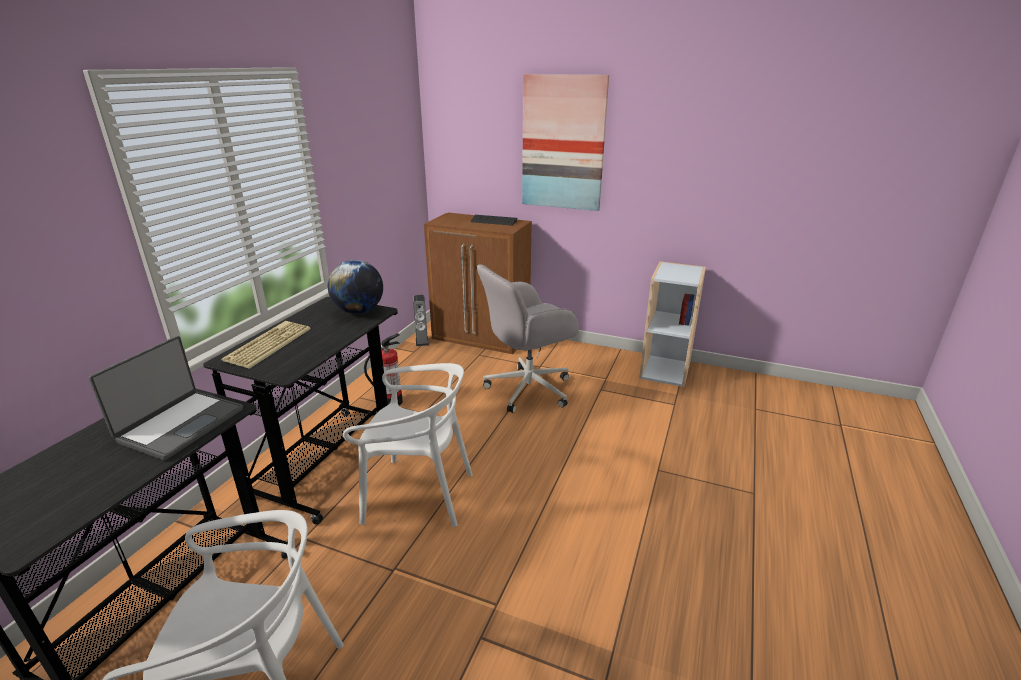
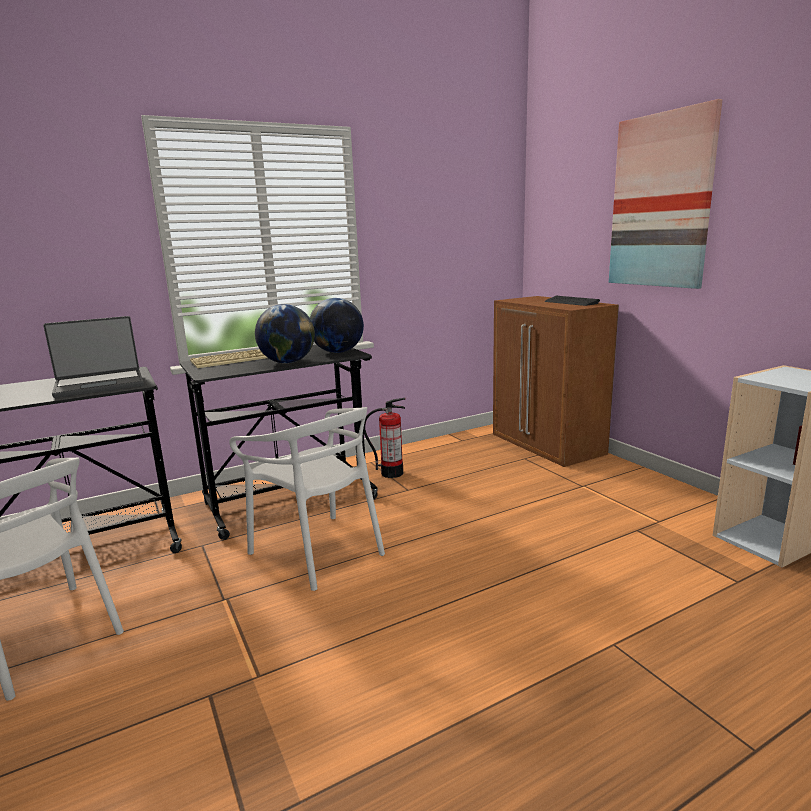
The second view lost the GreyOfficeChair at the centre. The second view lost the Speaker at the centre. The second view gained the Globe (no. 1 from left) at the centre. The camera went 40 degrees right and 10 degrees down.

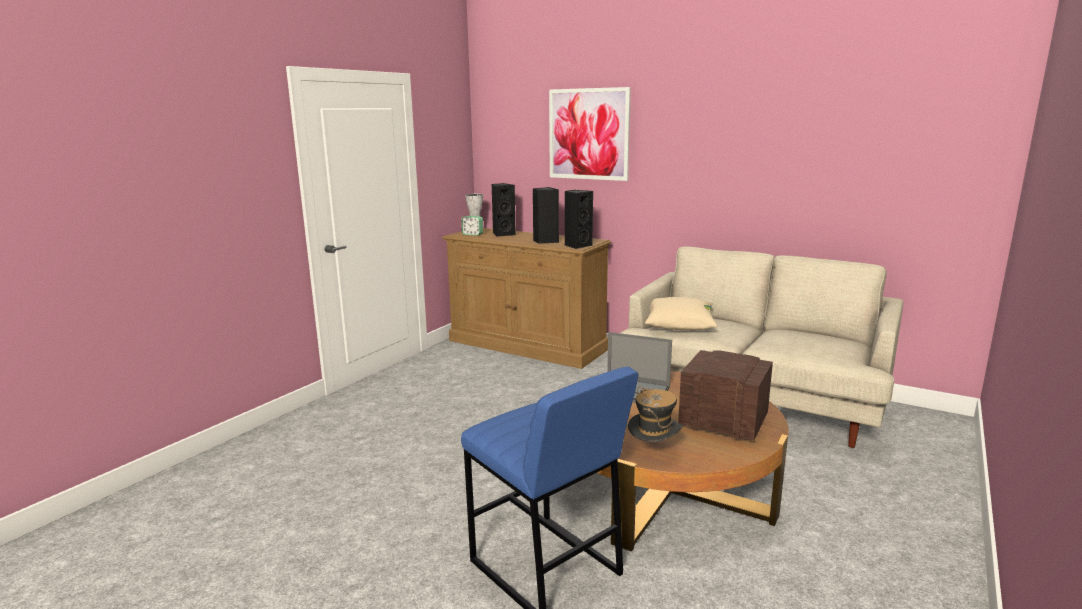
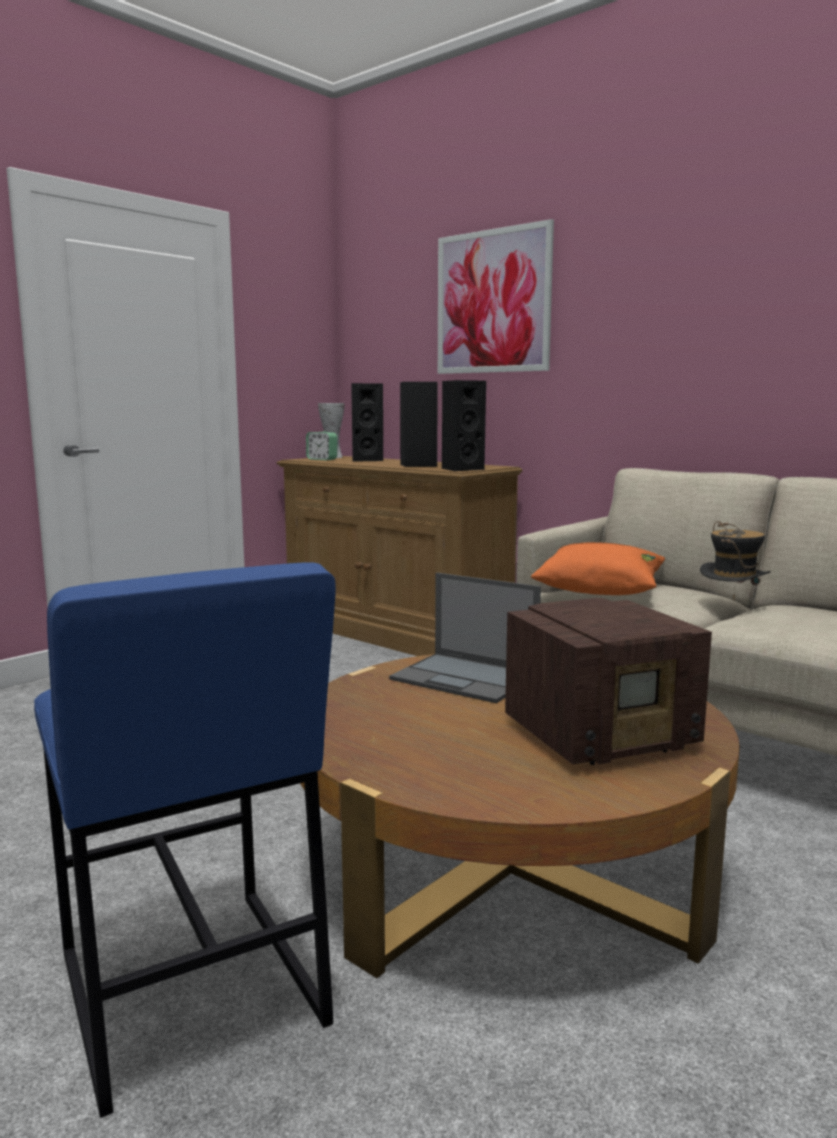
What was the BeigePillow at the centre turned into the OrangePillow at the middle right. The Radio at the middle right ended up facing another way, 120 degrees clockwise from before. The Hat ended up elsewhere, having gone from the bottom centre to the middle right. The camera went 10 degrees right and 5 degrees down.

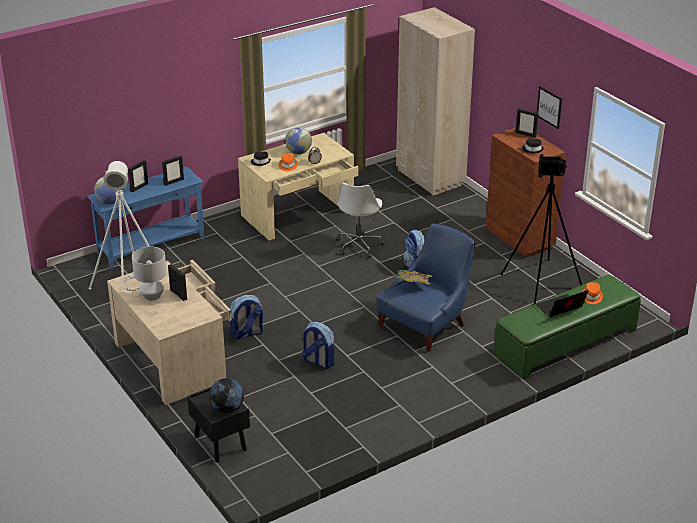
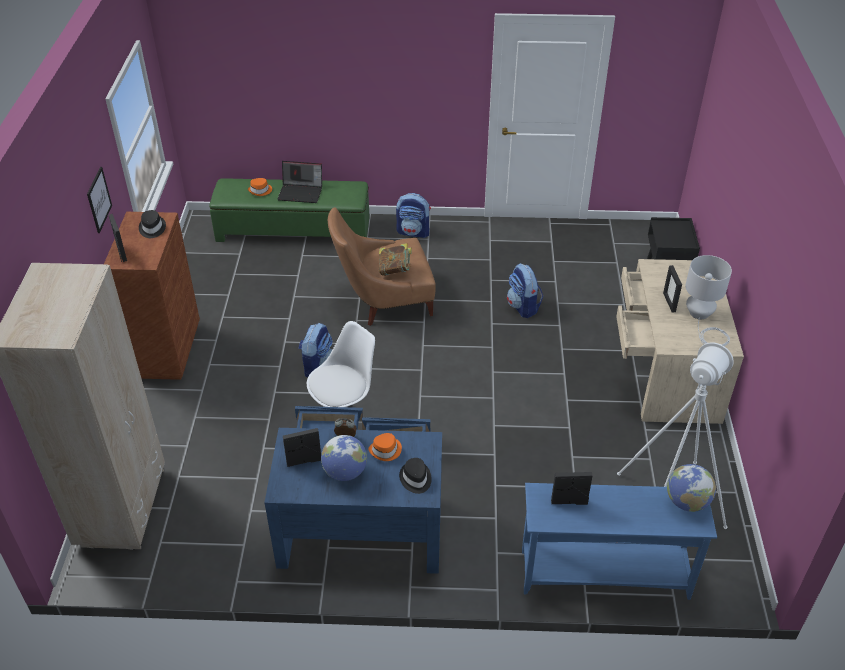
What was the BeigeDesk (no. 2 from left) at the centre turned into the BlueDesk at the bottom centre. The second view lost the BlackFloorLamp at the middle right. The PictureFrame (no. 1 from left in the first image) ended up elsewhere, having gone from the middle left to the bottom centre. What was the BlueArmchair at the centre turned into the BrownArmchair at the centre. The Backpack (no. 1 from left in the first image) ended up elsewhere, having gone from the centre to the top centre. The second view lost the Globe (no. 2 from left) at the bottom left. The camera went 145 degrees left and 10 degrees up.

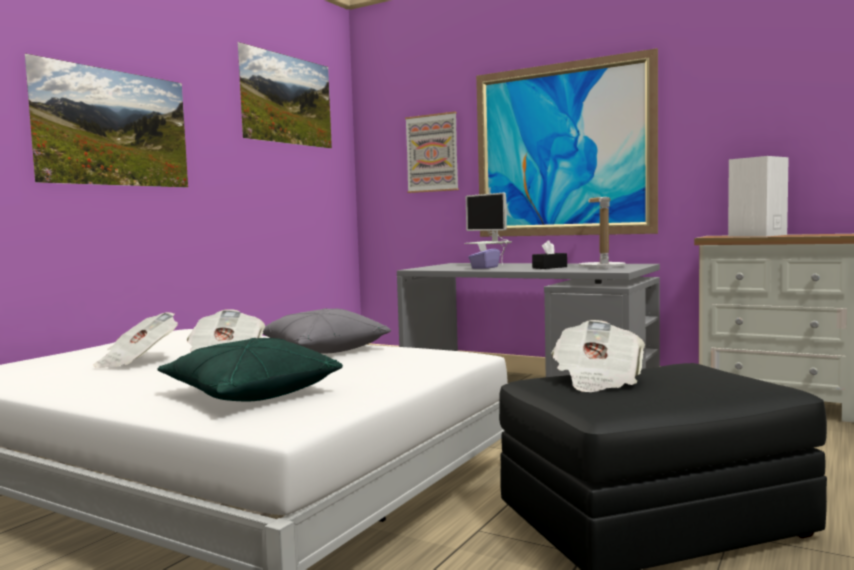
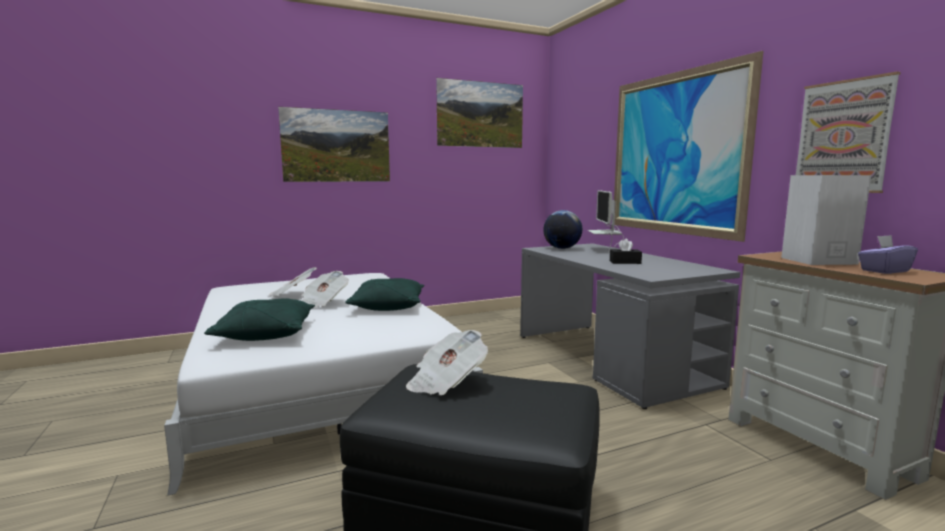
The Picture (no. 3 from left in the first image) ended up elsewhere, having gone from the top centre to the top right. The second view lost the TableLamp at the middle right. The PurpleTissueBox ended up elsewhere, having gone from the centre to the middle right. What was the GreyPillow at the centre turned into the GreenPillow (no. 2 from left) at the centre. The second view gained the Globe at the centre. The camera went 35 degrees right and 5 degrees up.

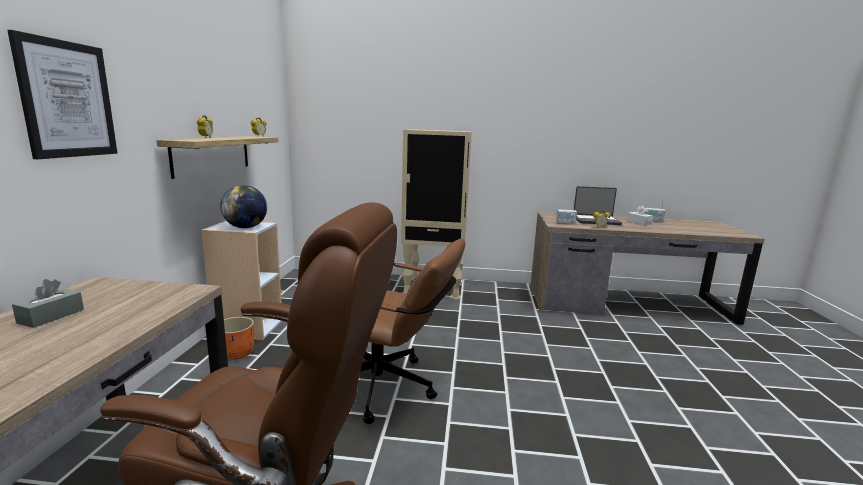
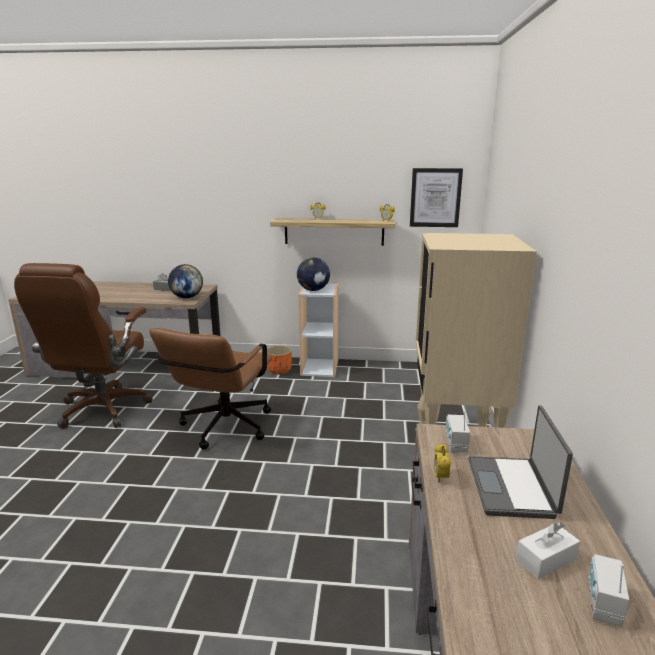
The Picture ended up elsewhere, having gone from the top left to the top centre. The second view gained the Globe (no. 1 from left) at the middle left. The camera went 90 degrees right and 5 degrees up.

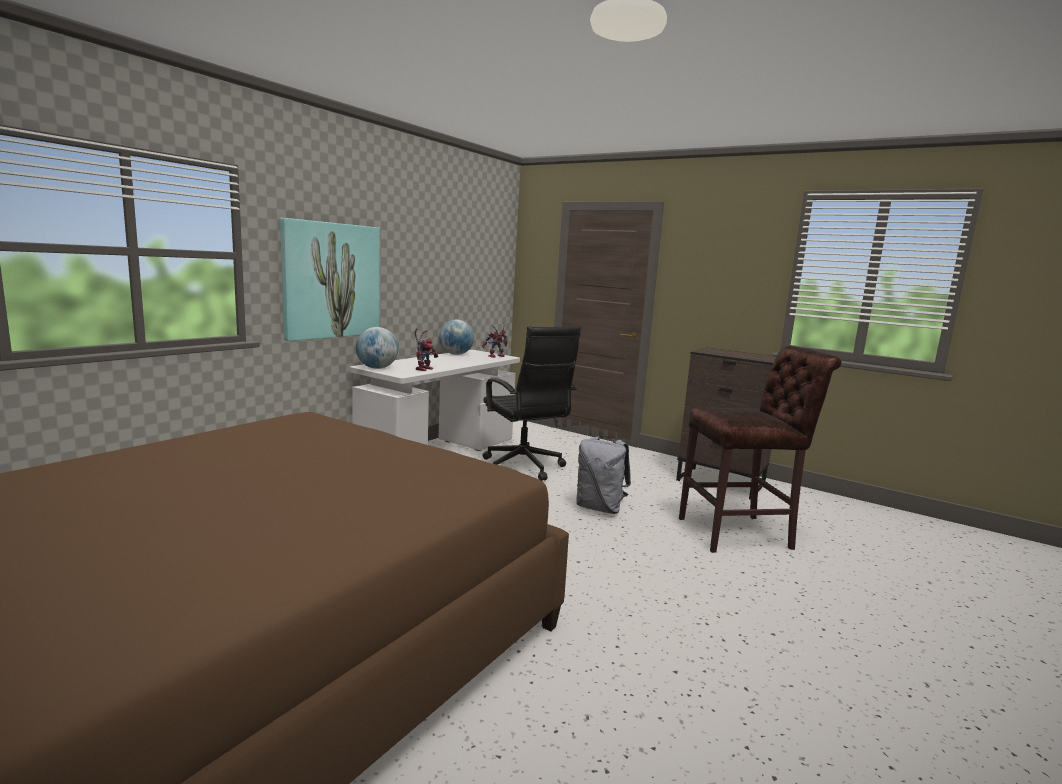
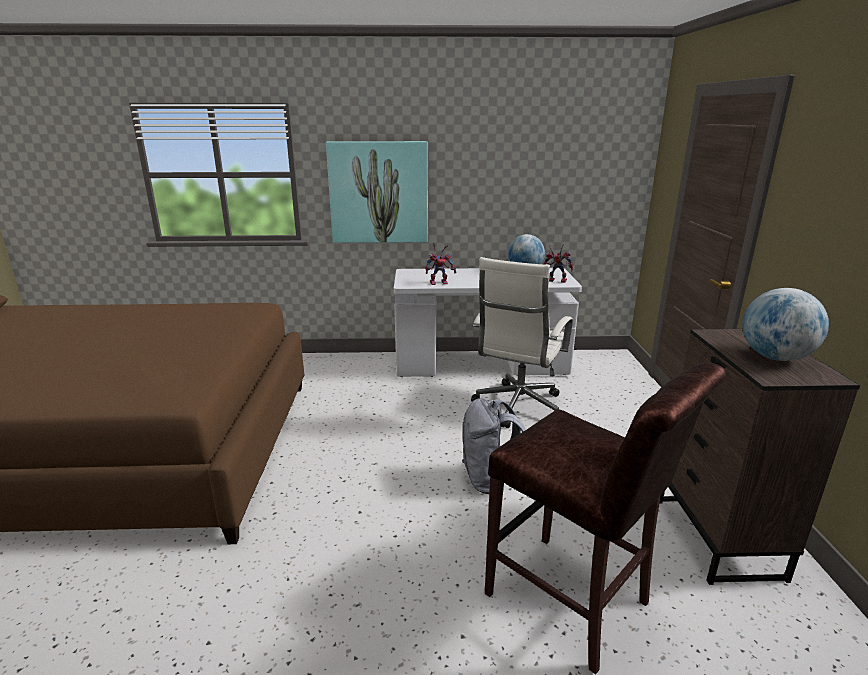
What was the BlackOfficeChair at the centre turned into the WhiteOfficeChair at the centre. The Globe (no. 1 from left in the first image) ended up elsewhere, having gone from the centre to the middle right. The camera went 55 degrees right and 10 degrees up.

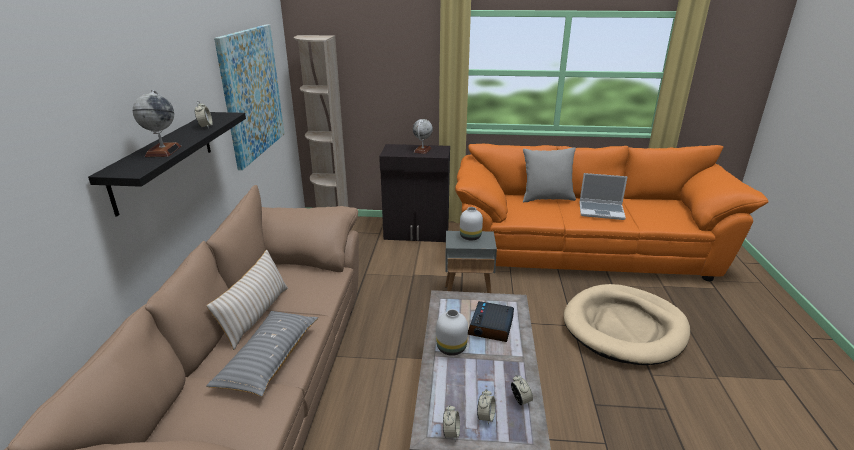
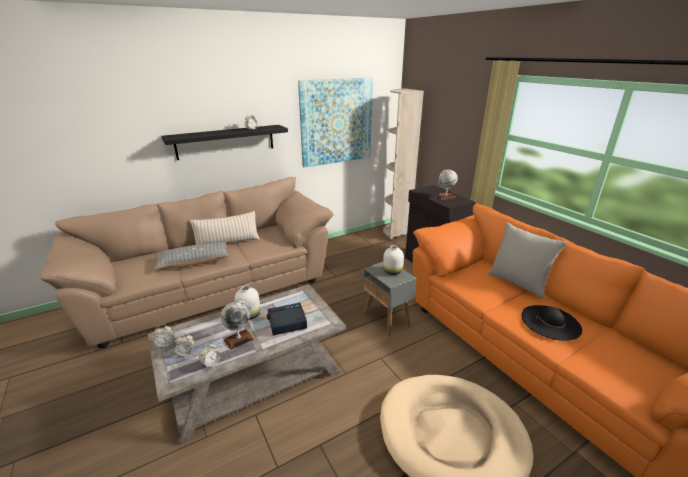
The Globe (no. 1 from left) ended up elsewhere, having gone from the top left to the bottom centre. Where the Laptop stood at the middle right, the BlackHat came to stand at the bottom right. The camera went 55 degrees right and 0 degrees up.

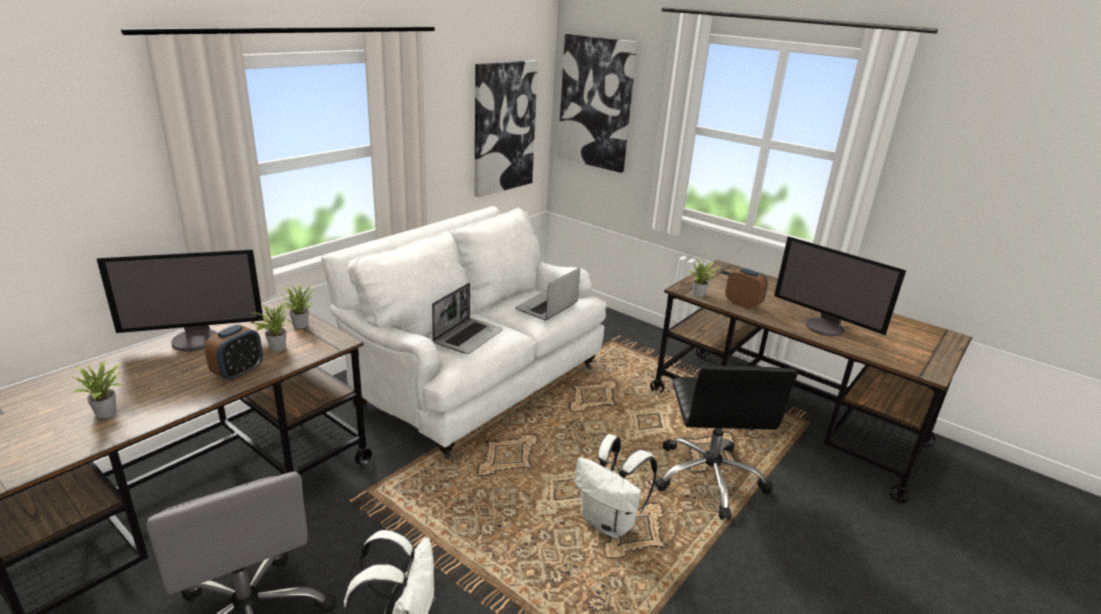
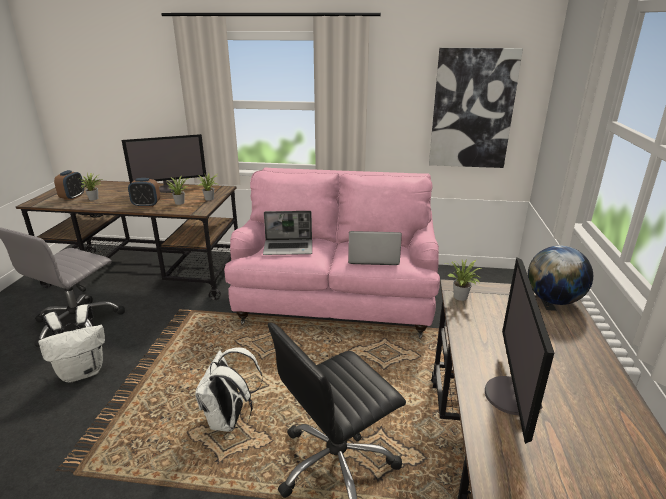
The second view lost the Picture (no. 2 from left) at the top centre. What was the WhiteSofa at the centre turned into the PinkSofa at the centre. The Monitor (no. 1 from left) at the middle left ended up facing another way, 60 degrees counterclockwise from before. The AlarmClock (no. 2 from left in the first image) ended up elsewhere, having gone from the middle right to the middle left. The second view gained the Globe at the middle right. The camera went 60 degrees right and 0 degrees up.

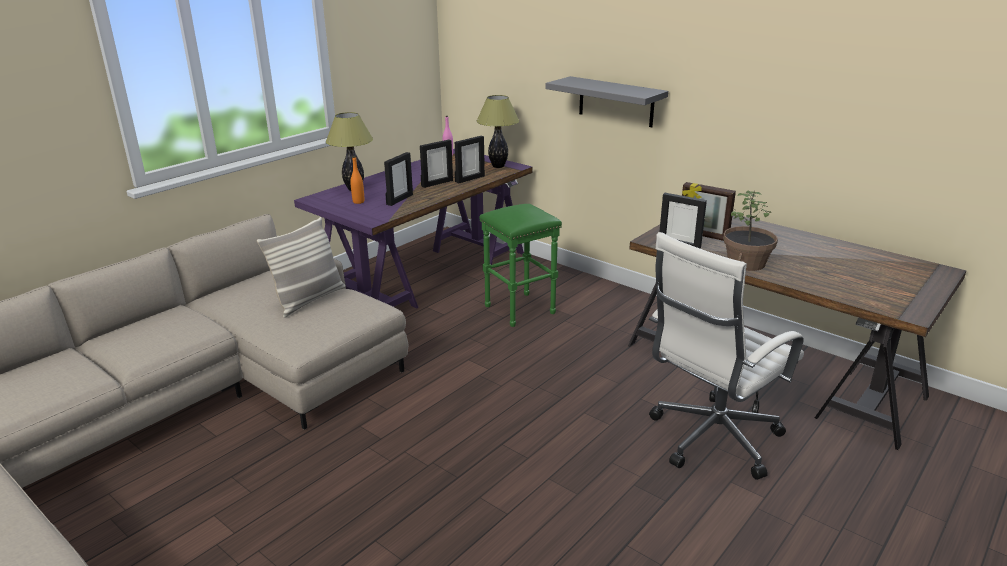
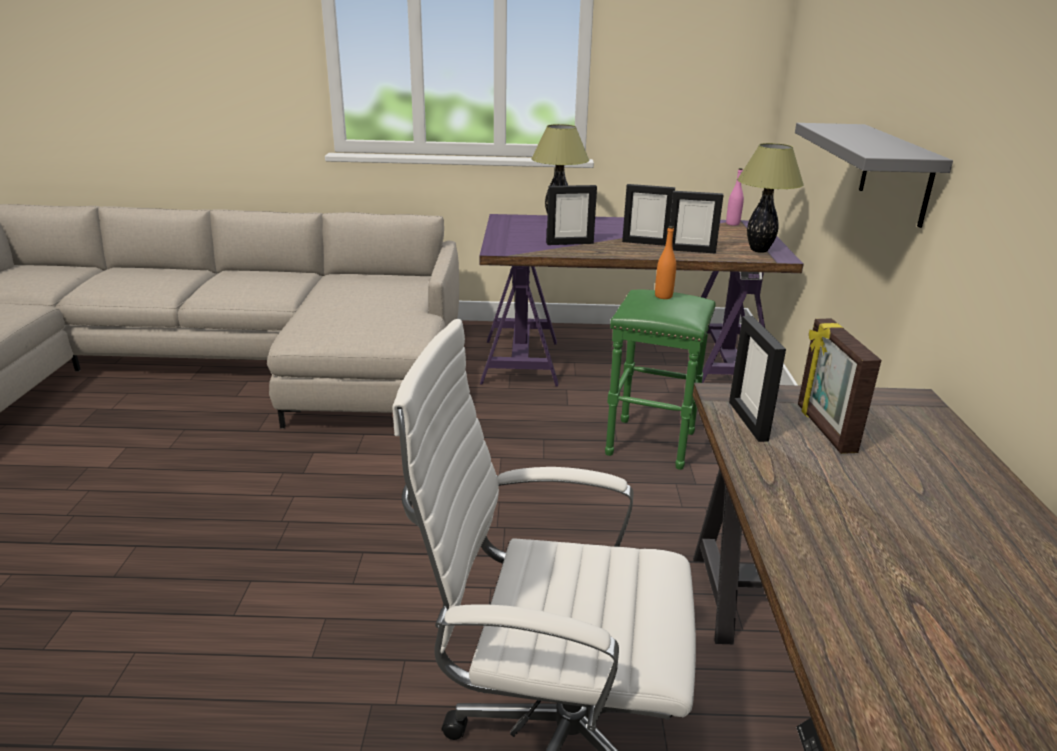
The OrangeBottle ended up elsewhere, having gone from the top centre to the centre. The second view lost the PottedPlant at the middle right. The second view lost the Pillow at the middle left. The camera went 50 degrees right and 0 degrees up.

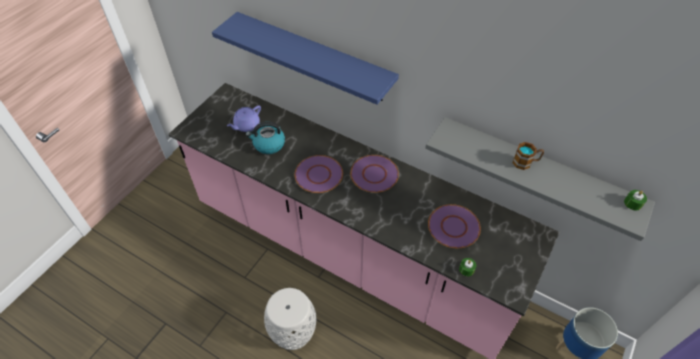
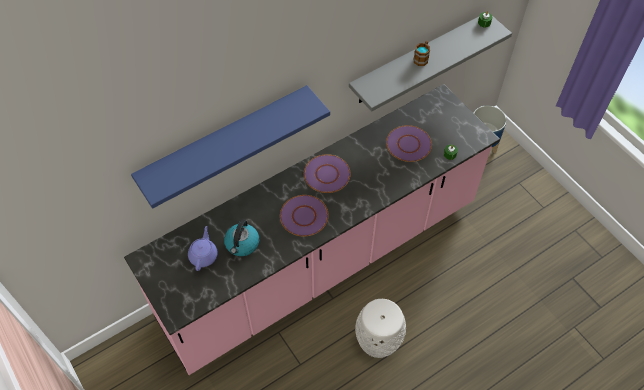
The PurpleTeapot at the top centre ended up facing another way, 150 degrees counterclockwise from before. The camera went 65 degrees left and 5 degrees up.

